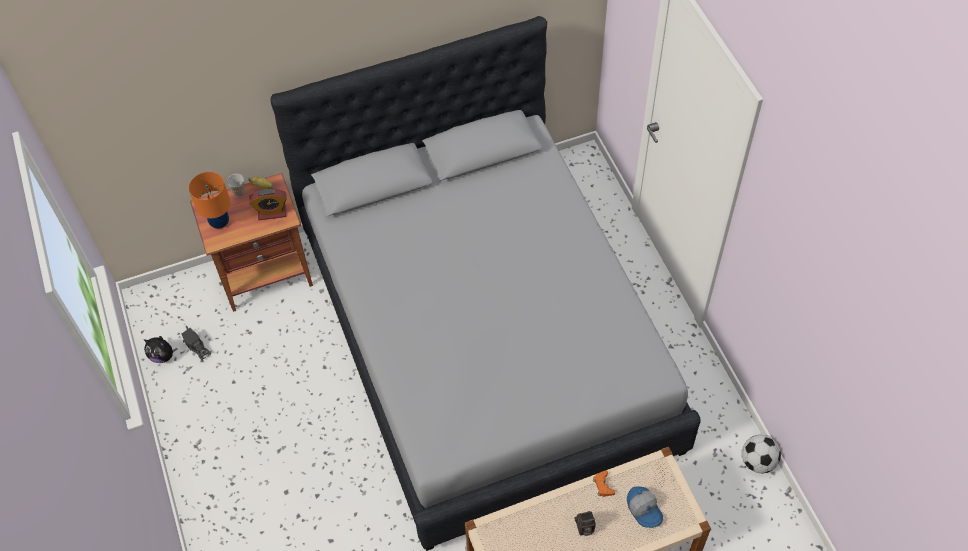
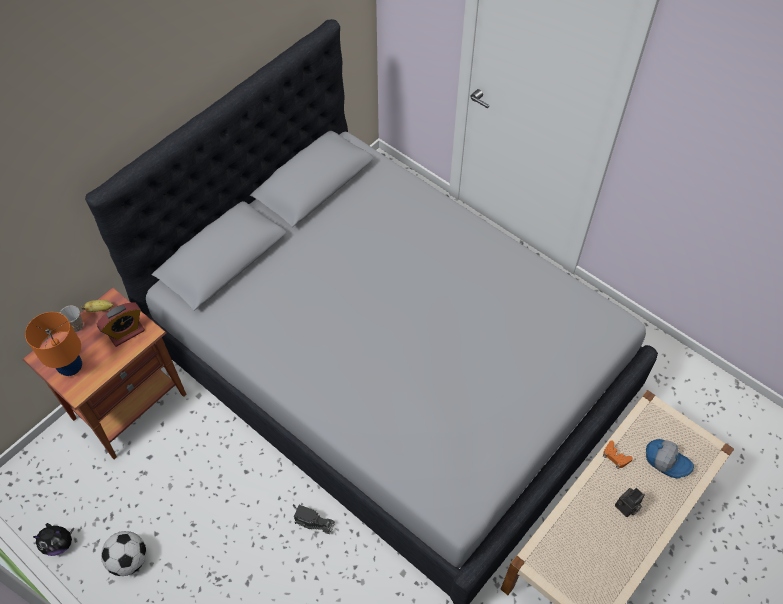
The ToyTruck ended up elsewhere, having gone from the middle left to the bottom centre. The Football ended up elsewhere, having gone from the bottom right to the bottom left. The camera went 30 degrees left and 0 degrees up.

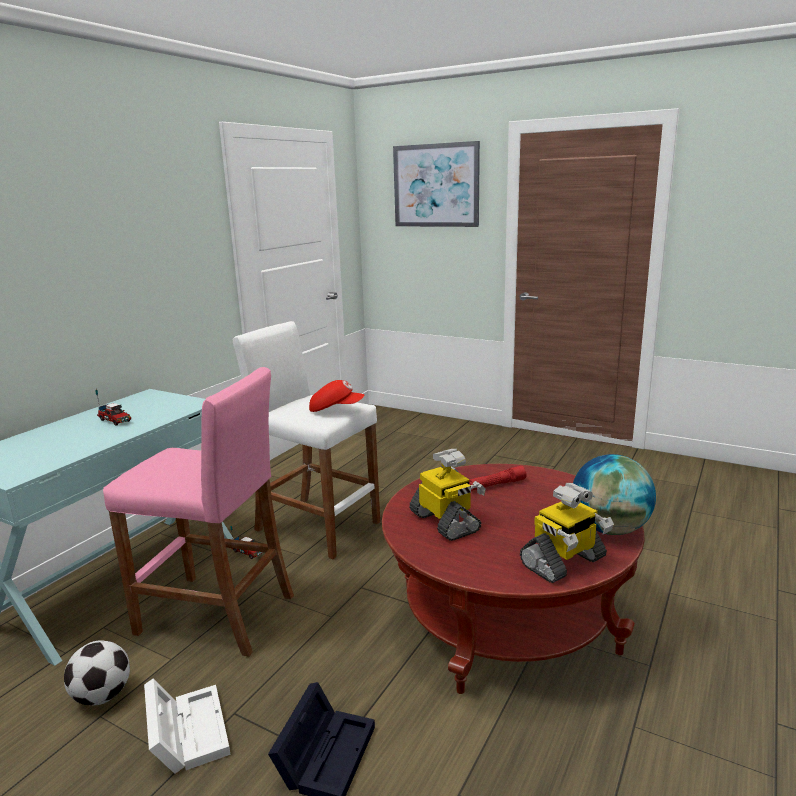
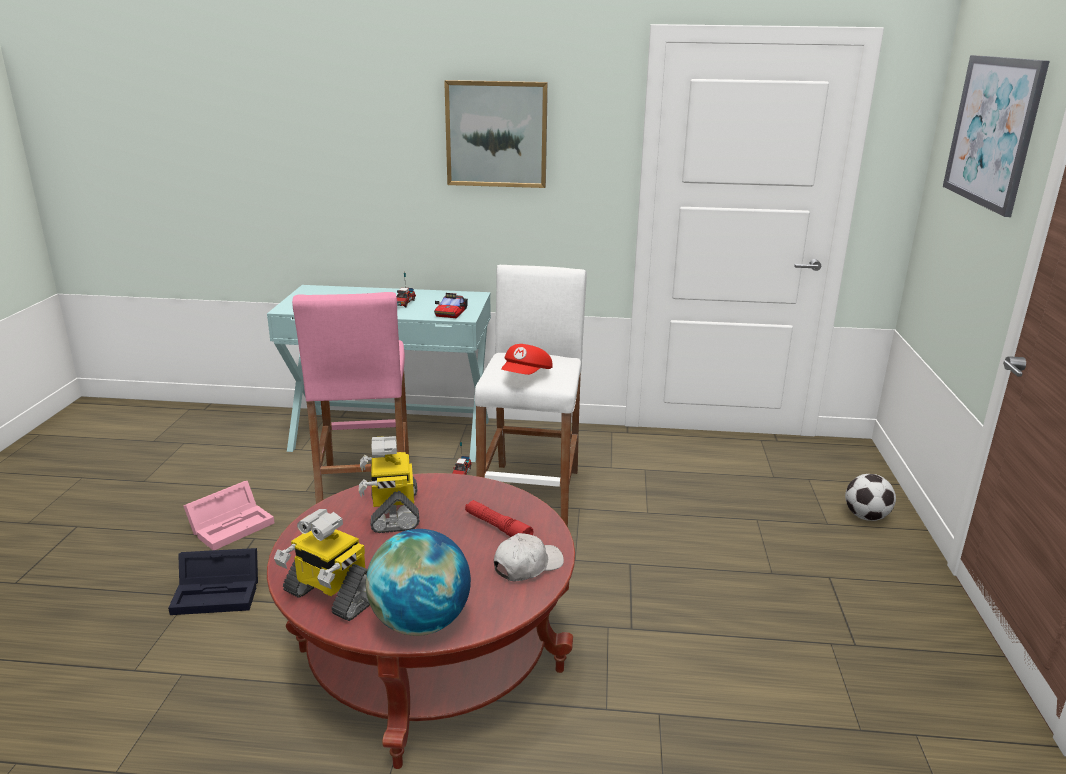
The RedCap at the centre ended up facing another way, 45 degrees clockwise from before. The ToyRobot (no. 1 from left in the first image) at the centre ended up facing another way, 135 degrees clockwise from before. The Football ended up elsewhere, having gone from the bottom left to the middle right. What was the WhiteStorageBox at the bottom left turned into the PinkStorageBox at the middle left. The second view gained the Picture (no. 1 from left) at the top centre. The second view gained the ToyCar at the centre. The second view gained the WhiteCap at the bottom centre. The camera went 65 degrees right and 5 degrees up.

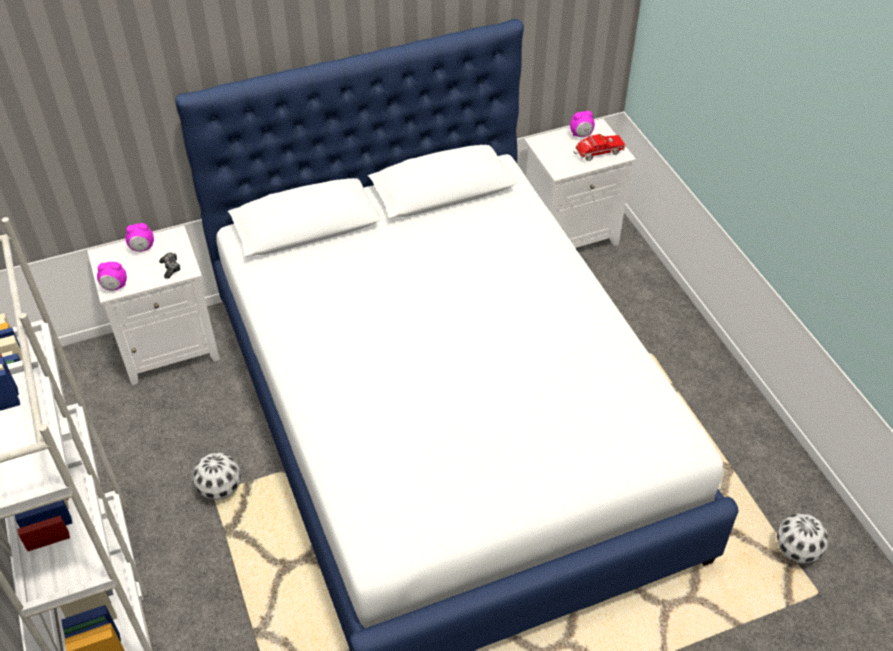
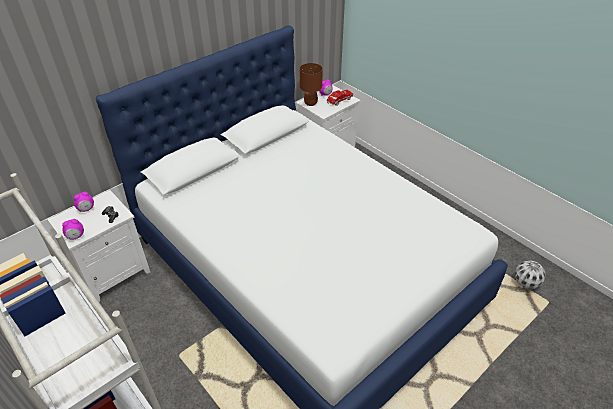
The second view lost the Football (no. 1 from left) at the bottom left. The second view gained the BrownTableLamp at the top centre. The camera went 20 degrees left and 5 degrees down.

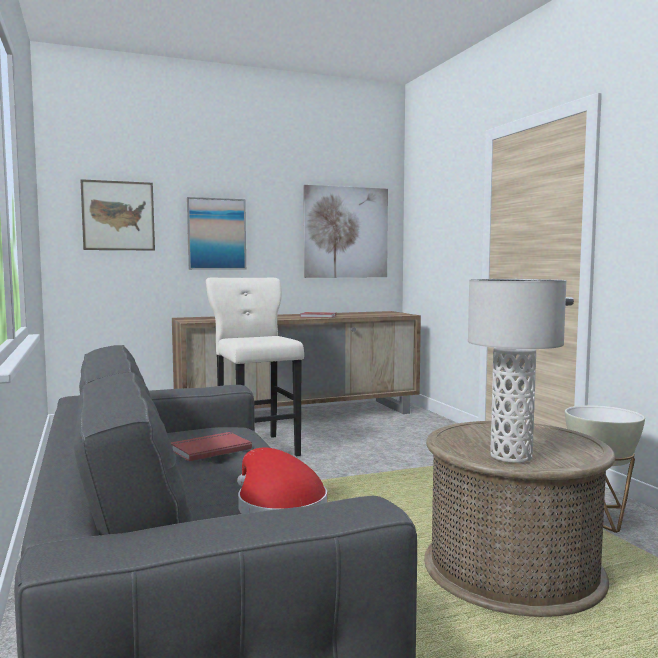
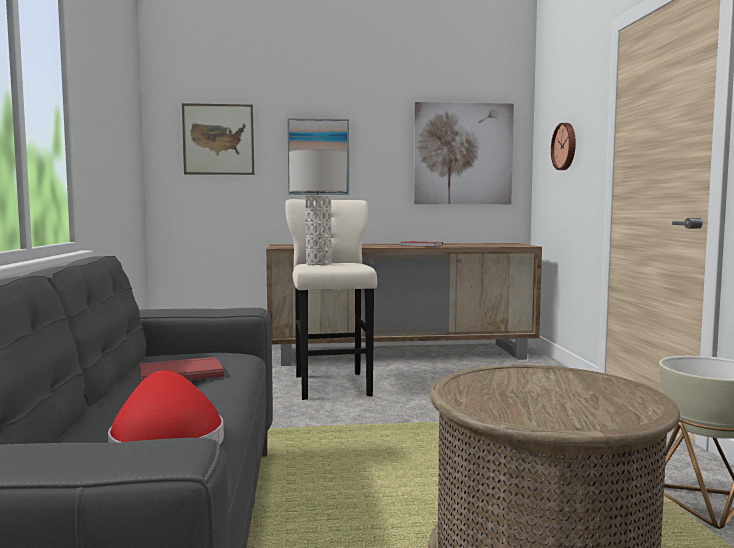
The WhiteTableLamp ended up elsewhere, having gone from the middle right to the centre. The second view gained the WallClock at the top right. The camera went 15 degrees right and 0 degrees up.

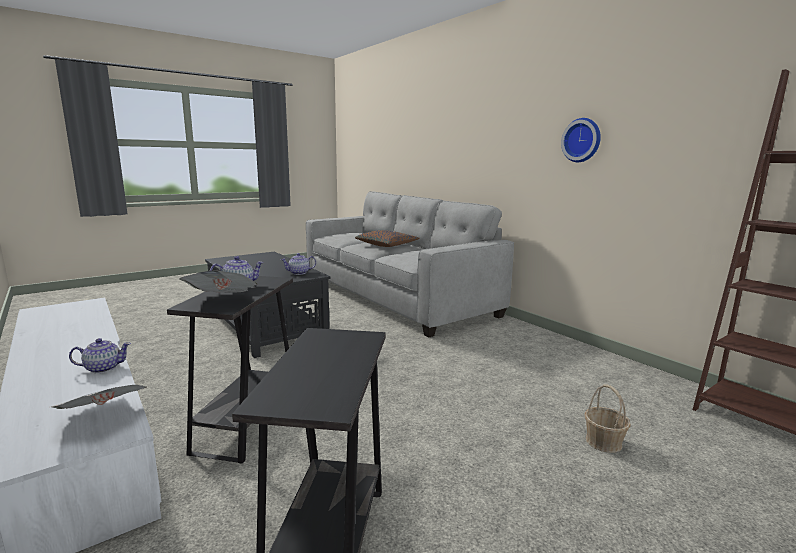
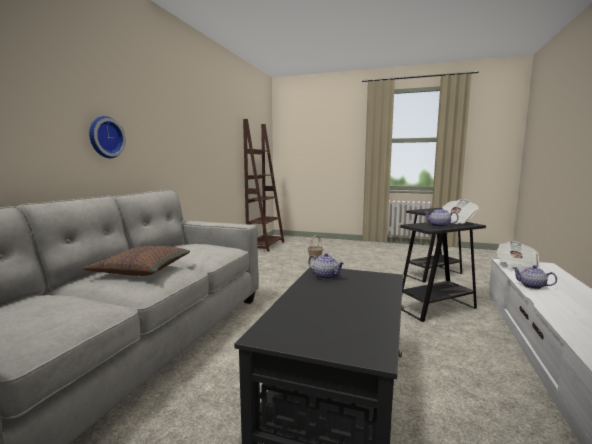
The WallClock ended up elsewhere, having gone from the top right to the top left. The camera went 125 degrees left and 5 degrees down.

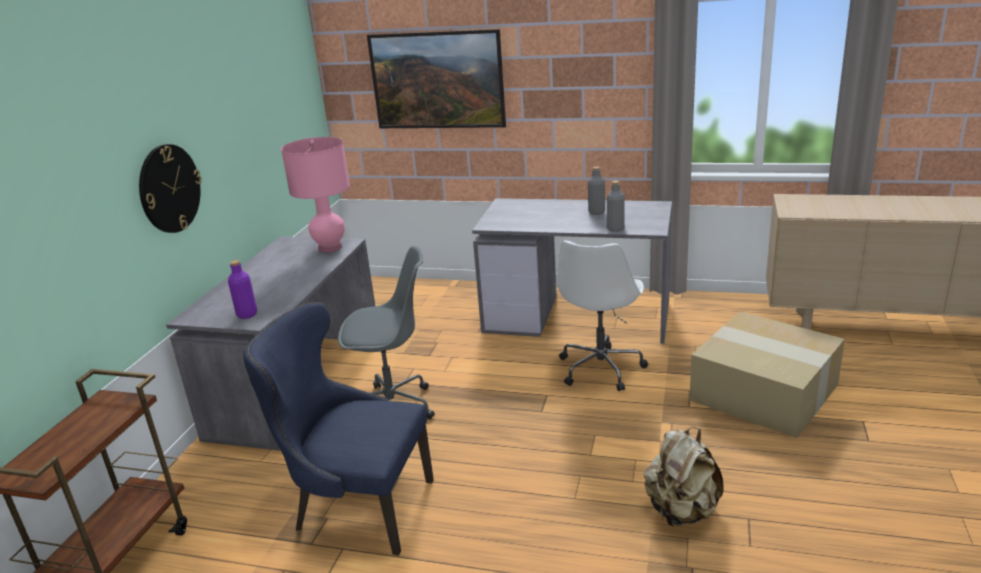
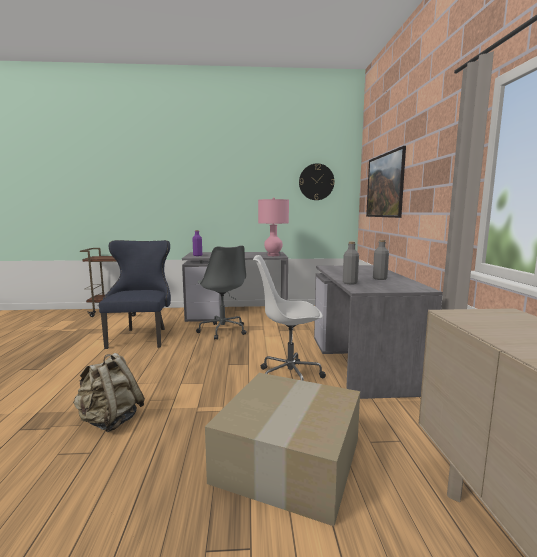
The WallClock ended up elsewhere, having gone from the top left to the top centre. The camera went 70 degrees right and 15 degrees down.

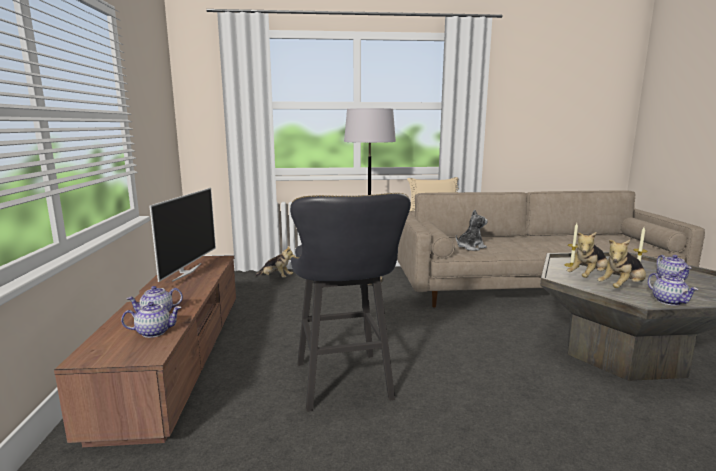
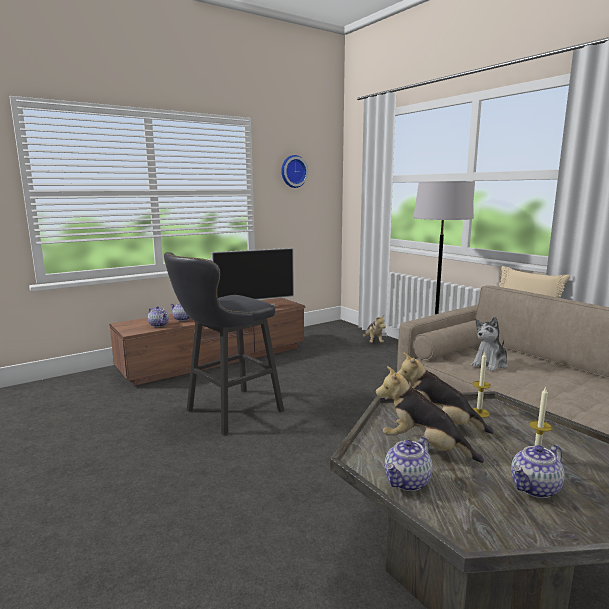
The PlushToy (no. 2 from left in the first image) at the centre ended up facing another way, 105 degrees clockwise from before. The second view gained the WallClock at the top centre. The camera went 60 degrees right and 0 degrees up.

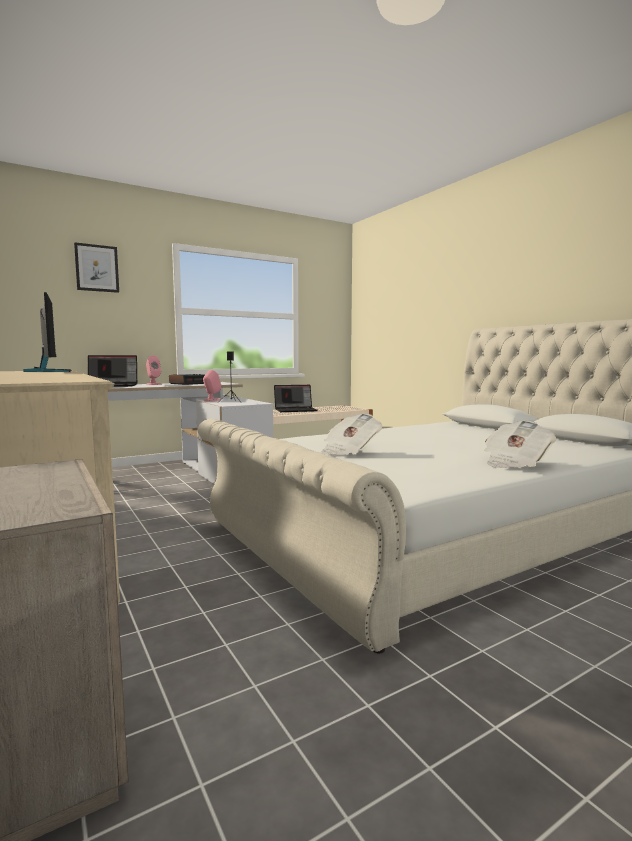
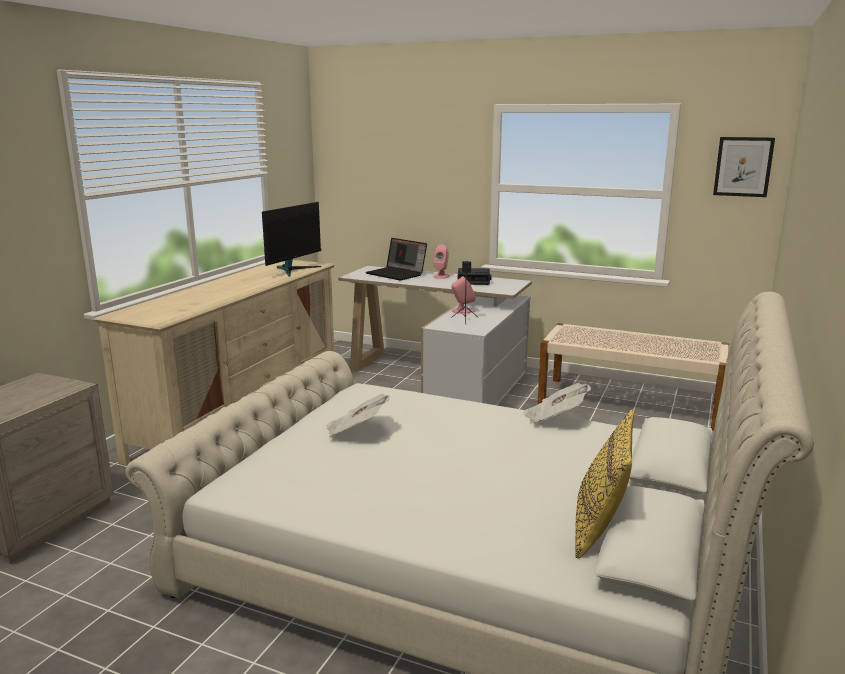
The Picture ended up elsewhere, having gone from the top left to the top right. The second view lost the Laptop (no. 2 from left) at the centre. The Newspaper (no. 2 from left) ended up elsewhere, having gone from the middle right to the centre. The second view gained the YellowPillow at the bottom right. The camera went 55 degrees right and 10 degrees up.

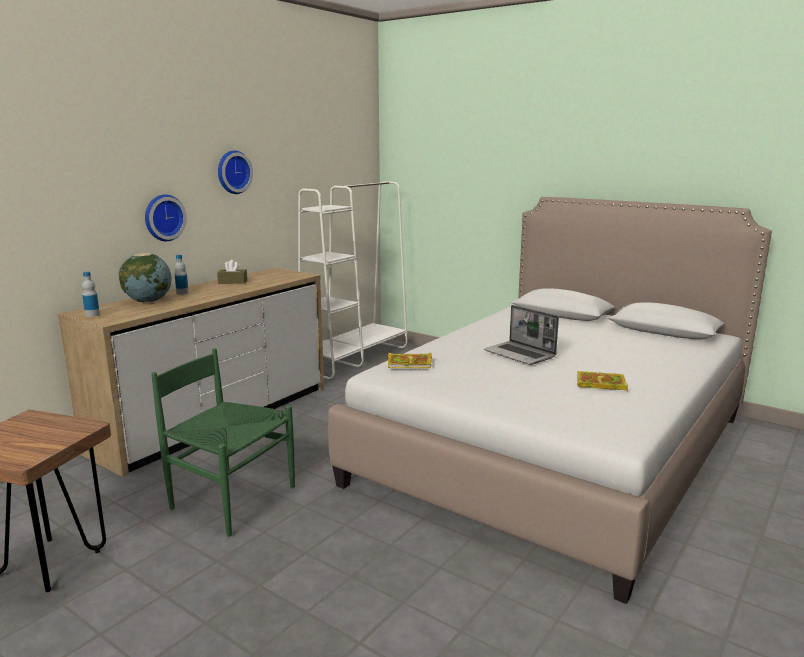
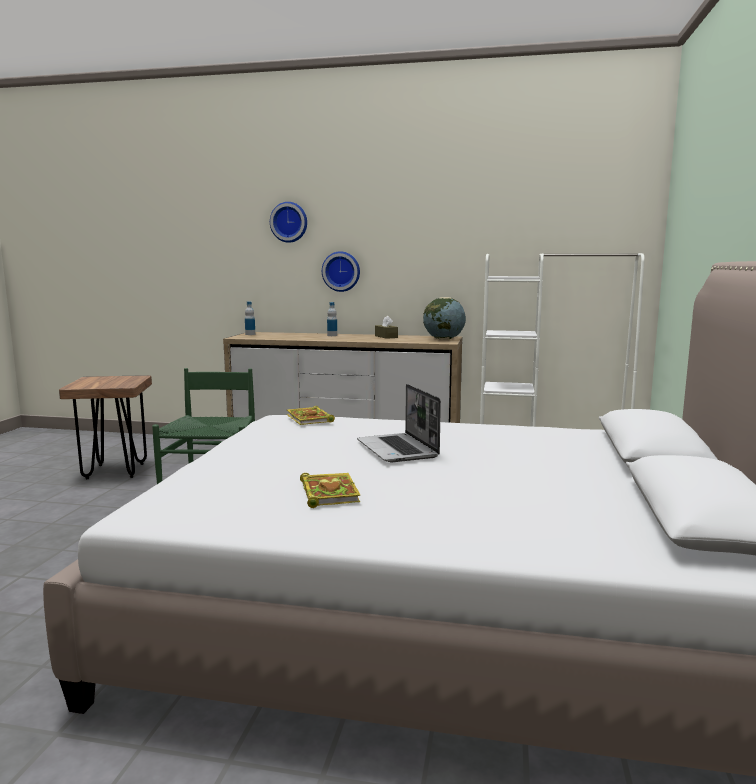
The WallClock (no. 2 from left in the first image) ended up elsewhere, having gone from the top left to the top centre. The Globe ended up elsewhere, having gone from the middle left to the centre. The Laptop at the centre ended up facing another way, 45 degrees counterclockwise from before. The camera went 65 degrees right and 5 degrees down.

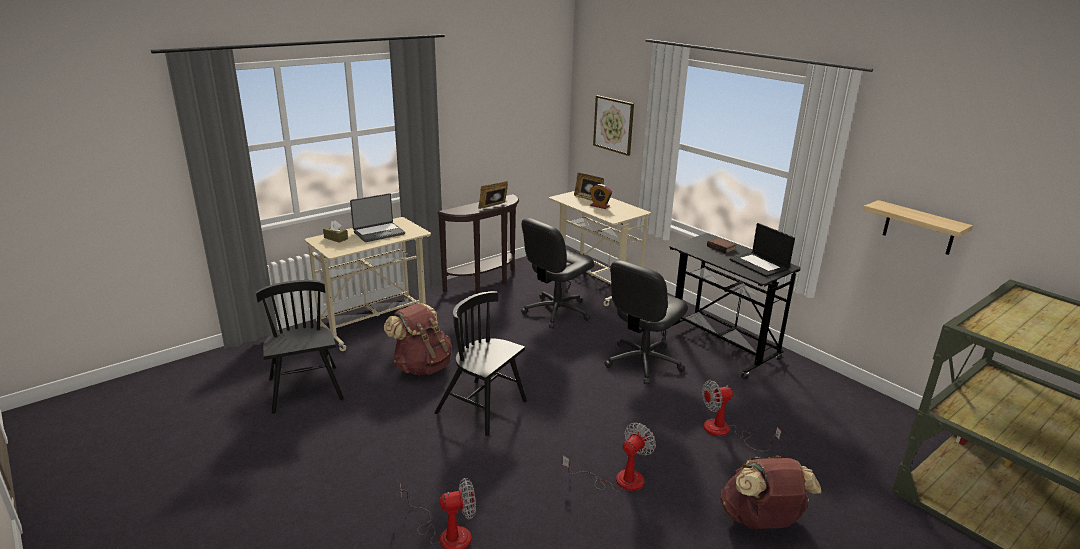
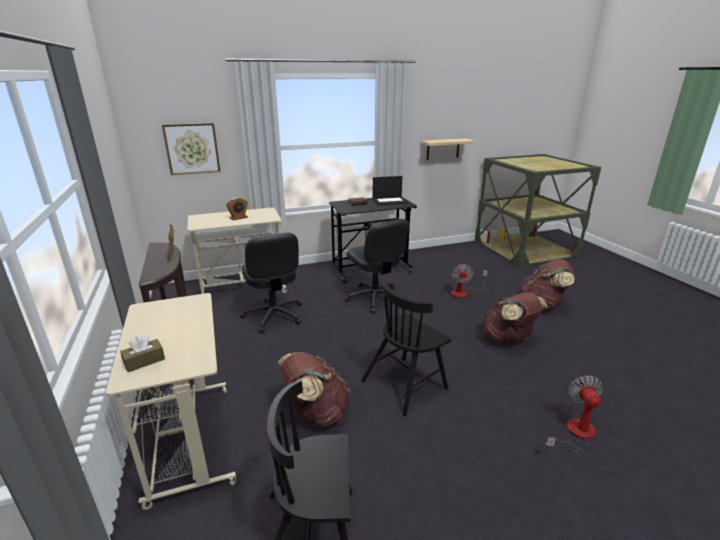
The second view lost the PictureFrame (no. 2 from left) at the centre. The second view lost the Laptop (no. 1 from left) at the centre. Where the Fan (no. 2 from left) stood at the bottom centre, the BrownBackpack (no. 2 from left) came to stand at the middle right. The camera went 70 degrees left and 0 degrees up.

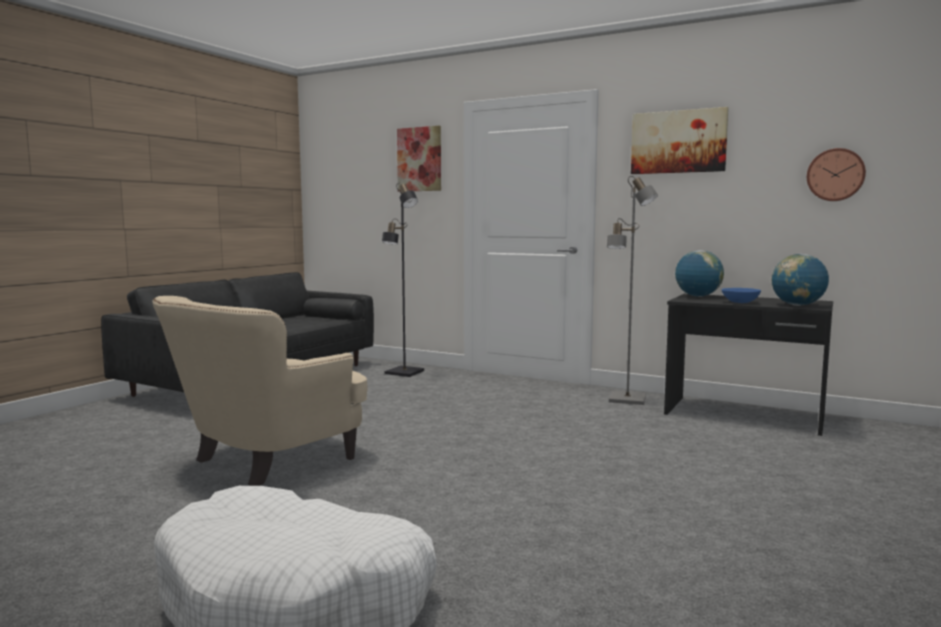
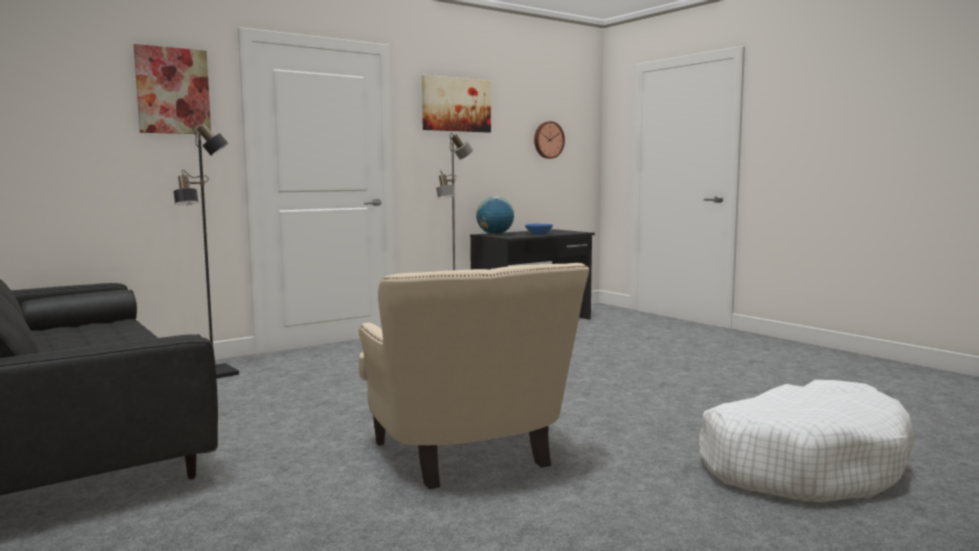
The second view lost the Globe (no. 2 from left) at the middle right. The camera went 65 degrees left and 0 degrees up.

